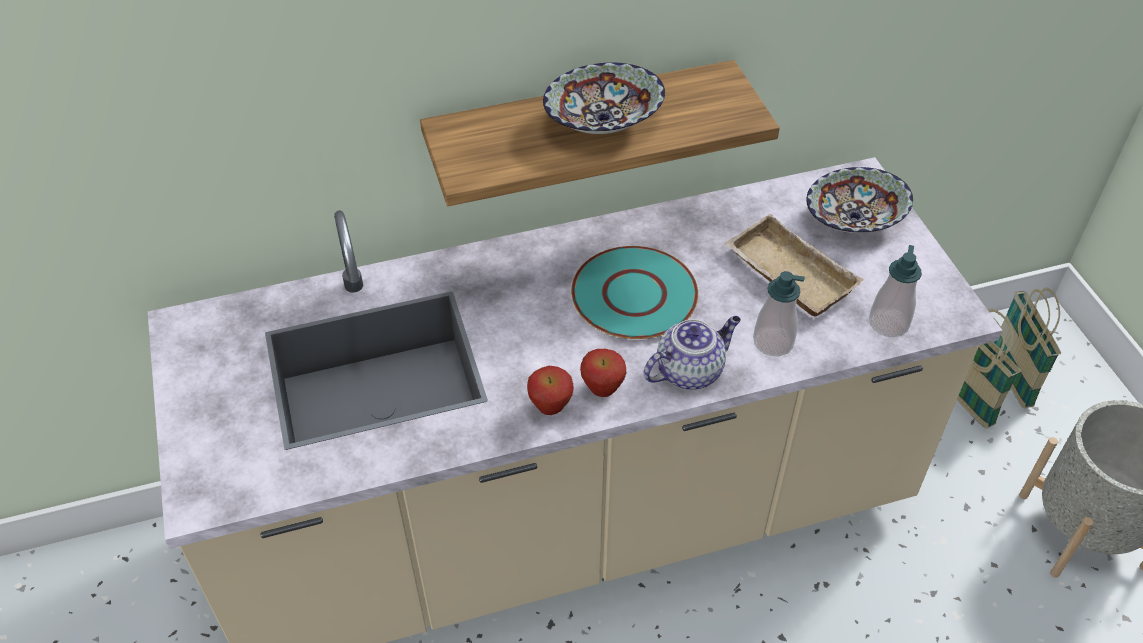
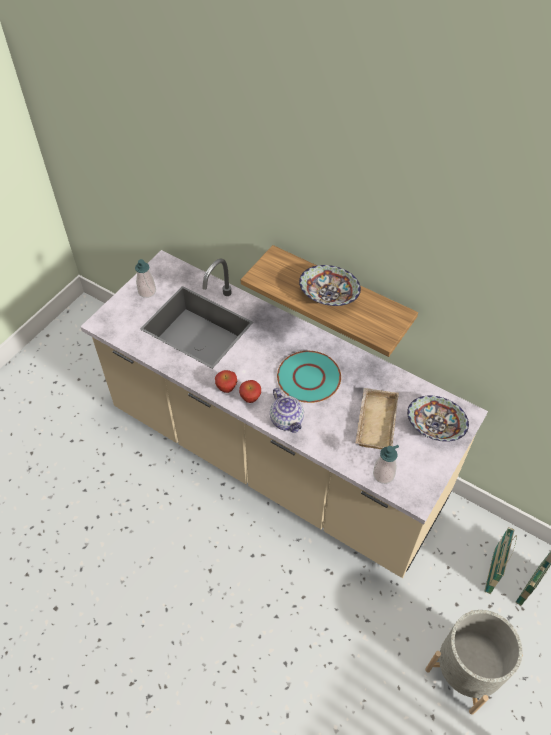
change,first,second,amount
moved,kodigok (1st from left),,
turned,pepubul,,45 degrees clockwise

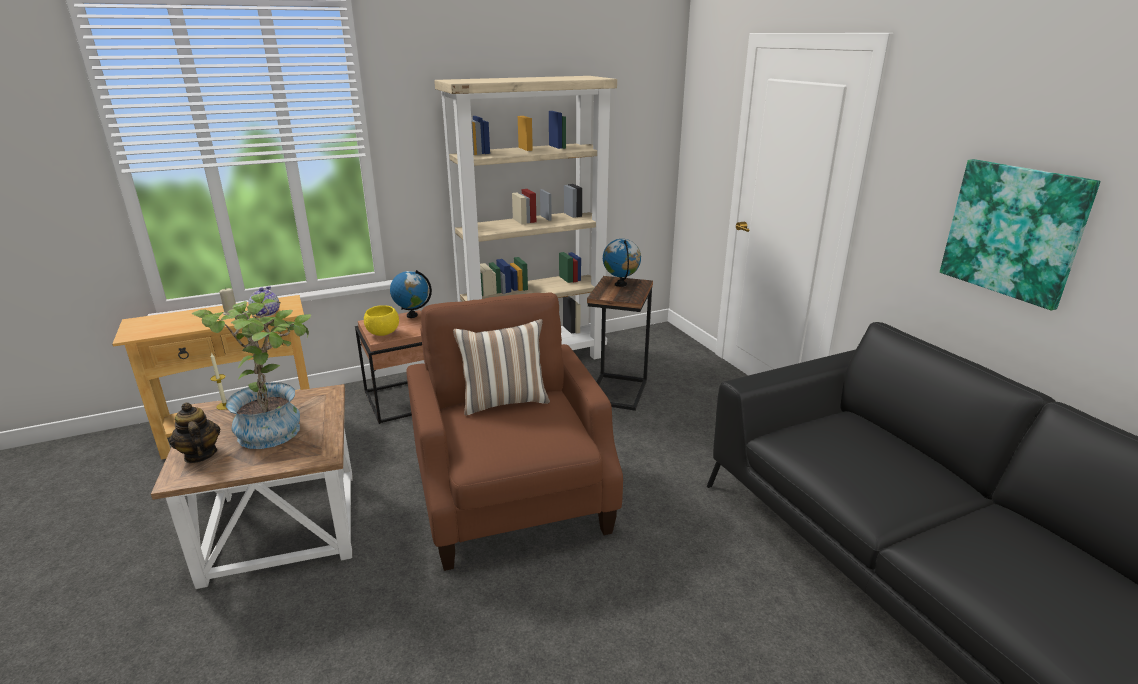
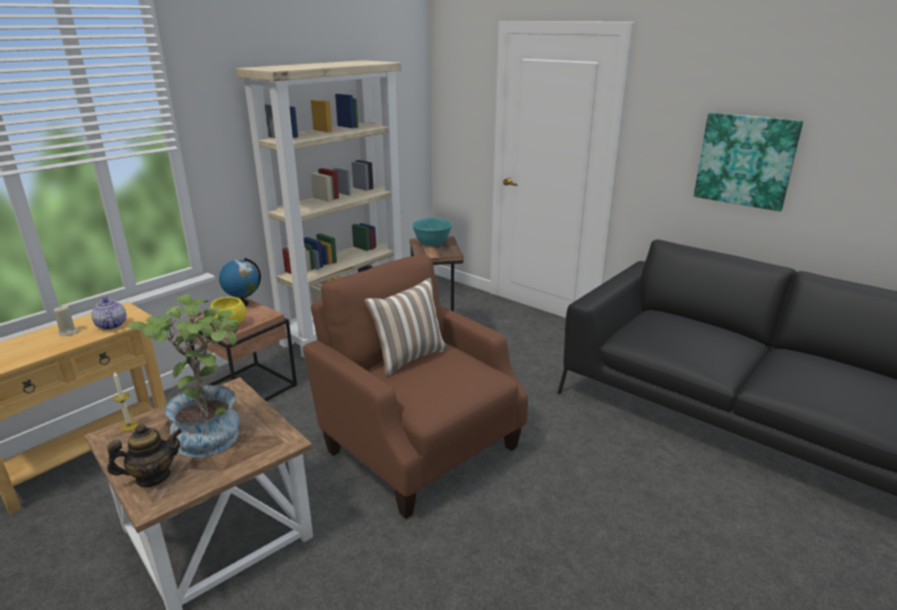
change,first,second,amount
replaced,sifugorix (2nd from left),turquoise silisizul,
turned,pepubul (1st from left in the first image),pepubul (2nd from left),120 degrees clockwise

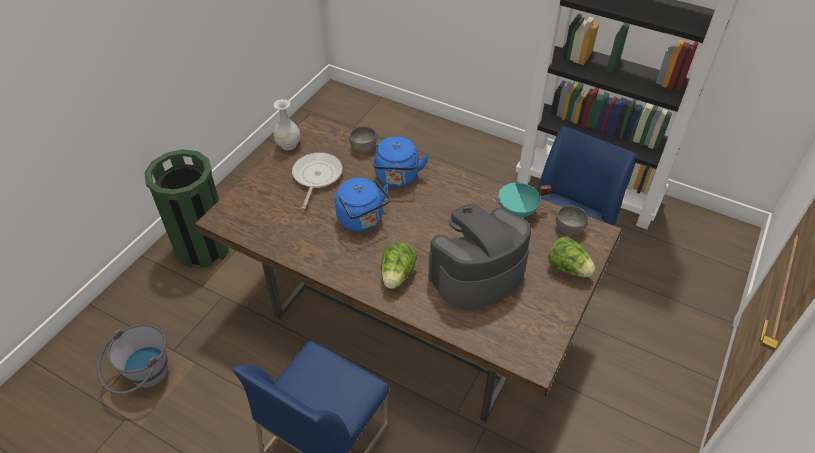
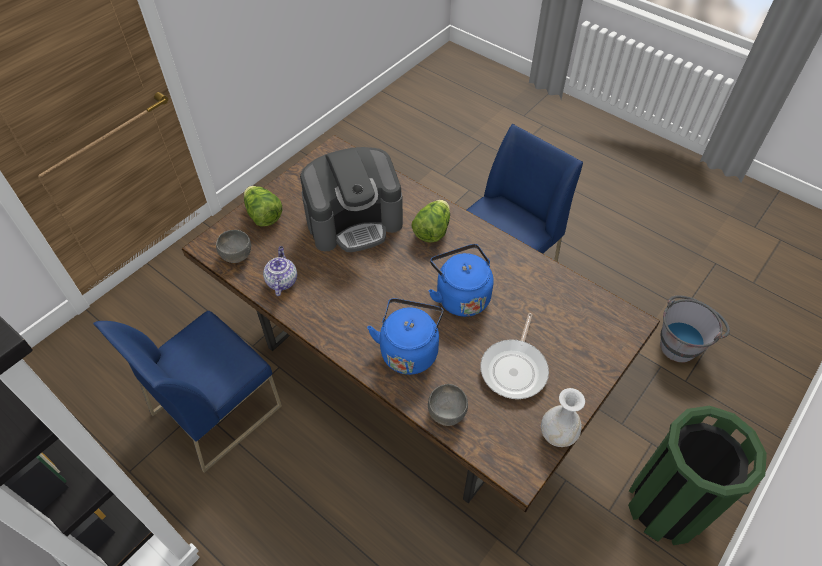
change,first,second,amount
replaced,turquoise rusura,pepubul,

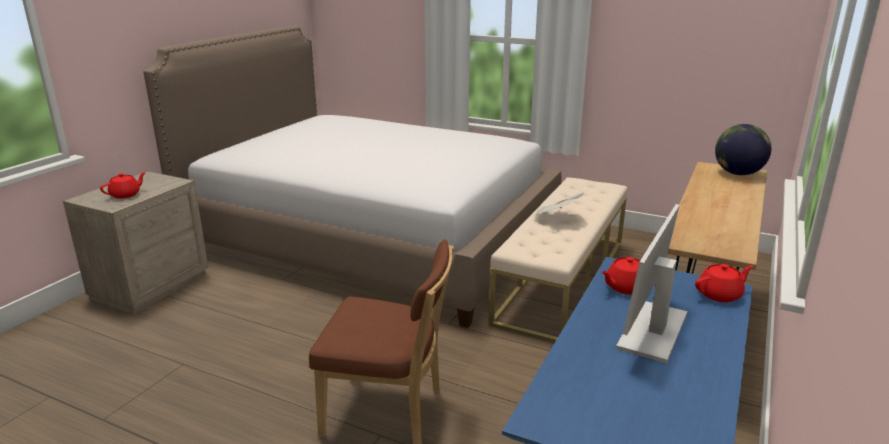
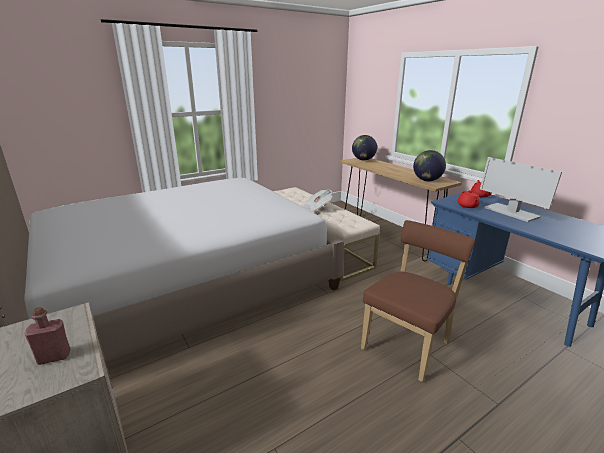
change,first,second,amount
replaced,red pepubul (1st from left),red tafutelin,
added,,sifugorix (2nd from left),

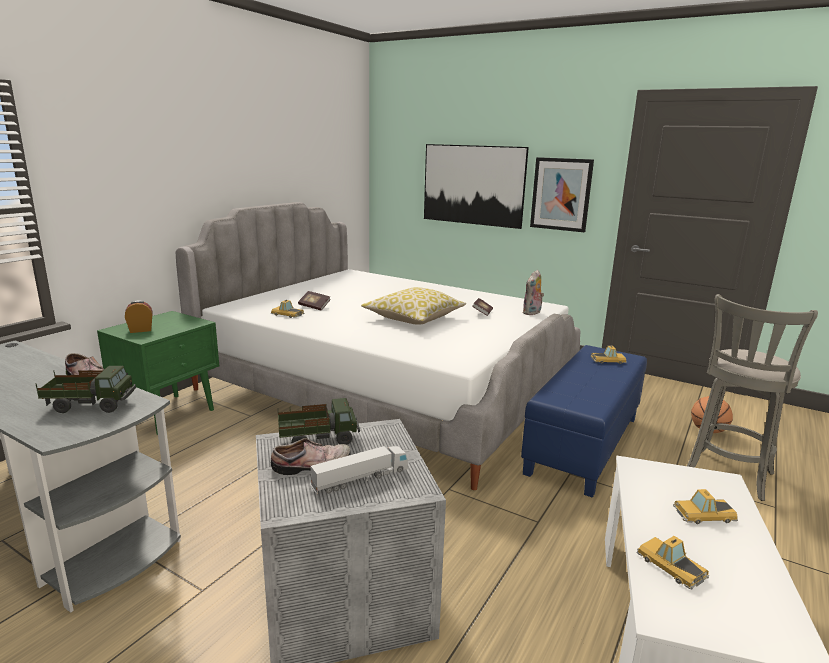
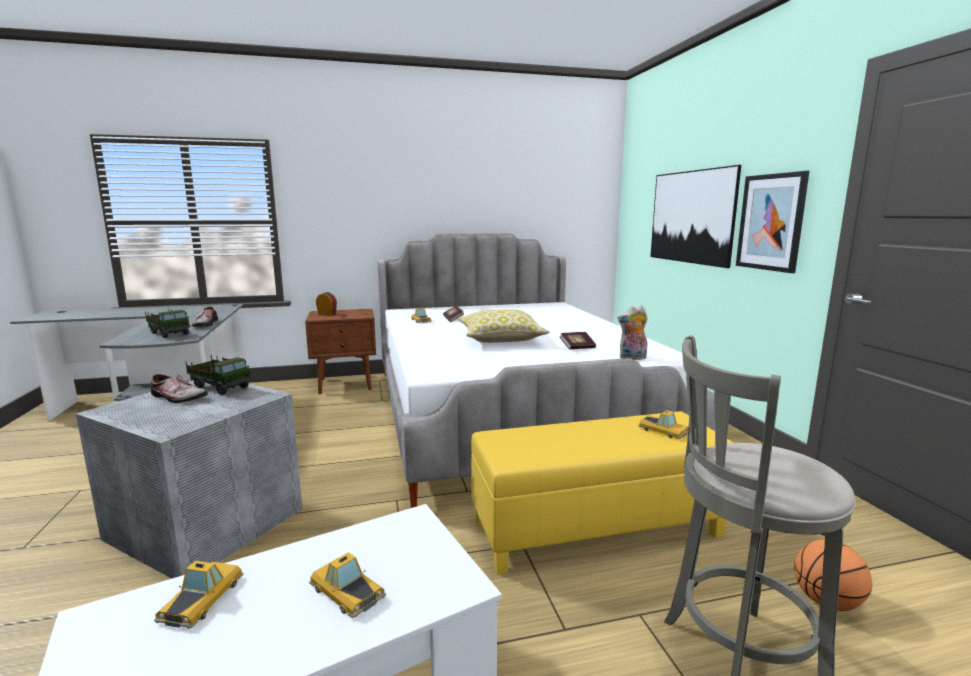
change,first,second,amount
recoloured,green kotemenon,brown kotemenon,
recoloured,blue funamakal,yellow funamakal,
removed,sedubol (3rd from left),,

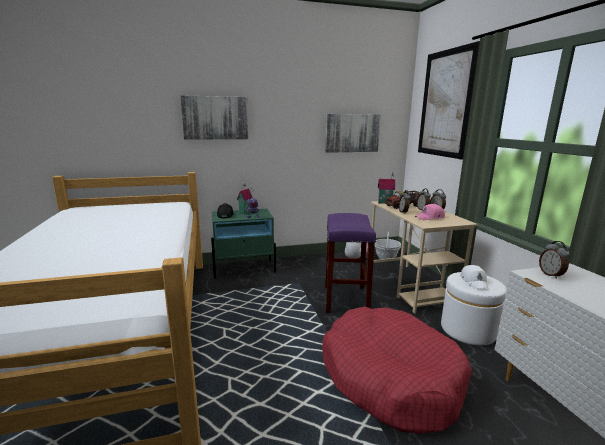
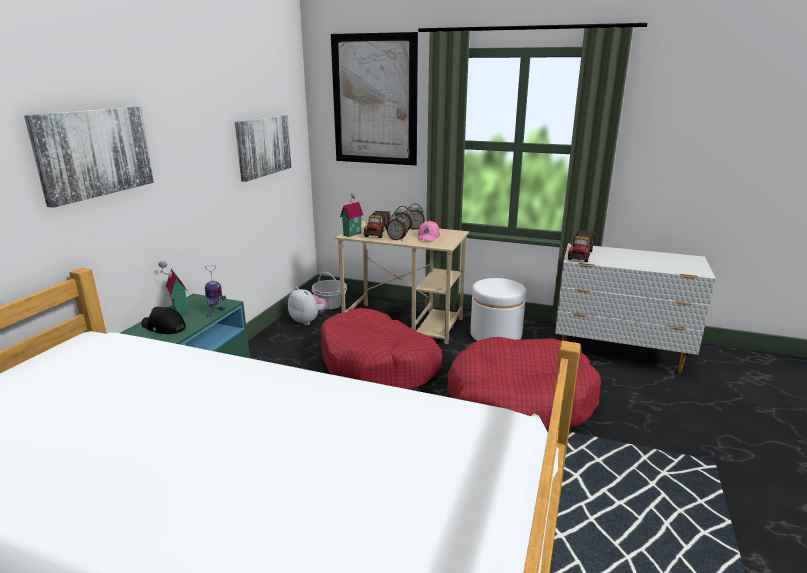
change,first,second,amount
replaced,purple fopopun,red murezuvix (1st from left),
replaced,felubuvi (4th from left),sedubol (2nd from left),
removed,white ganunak,,

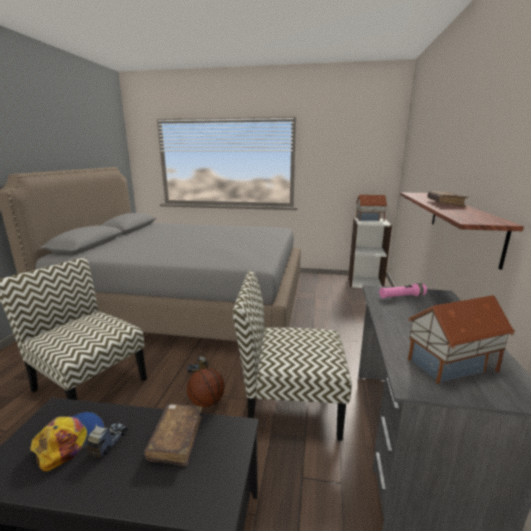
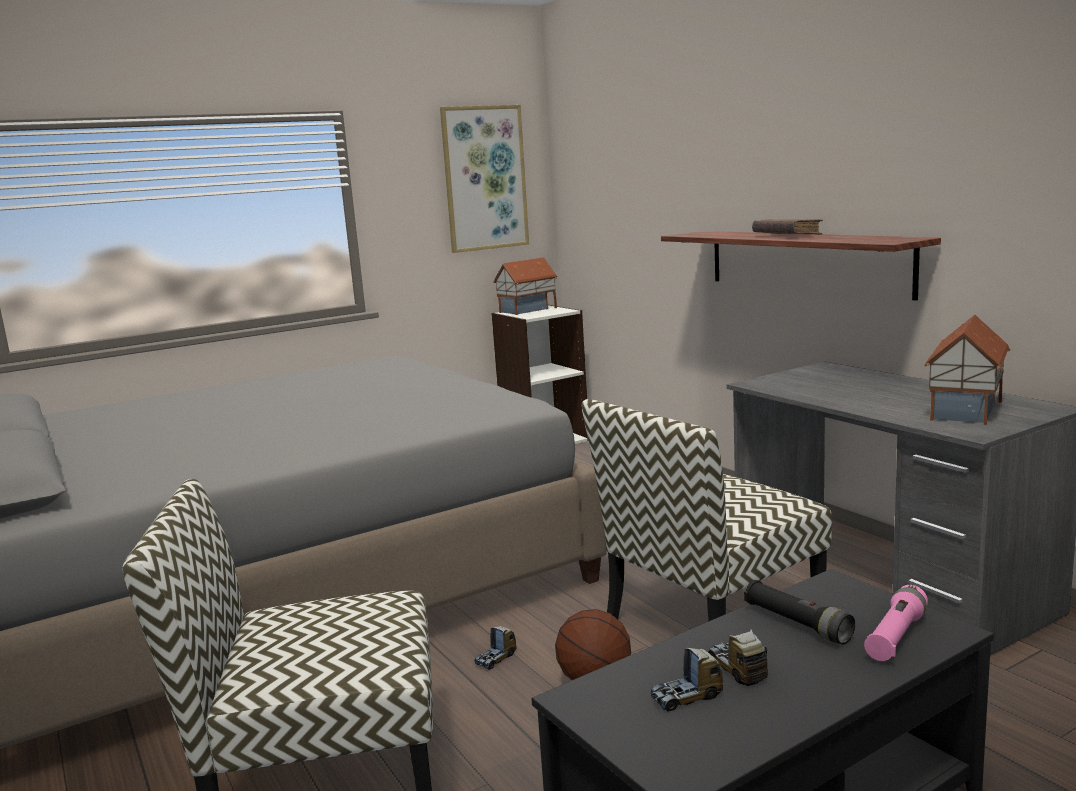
change,first,second,amount
moved,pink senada,,
replaced,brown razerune (1st from left),black senada,
replaced,ganunak,sedubol (2nd from left),
added,,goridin,

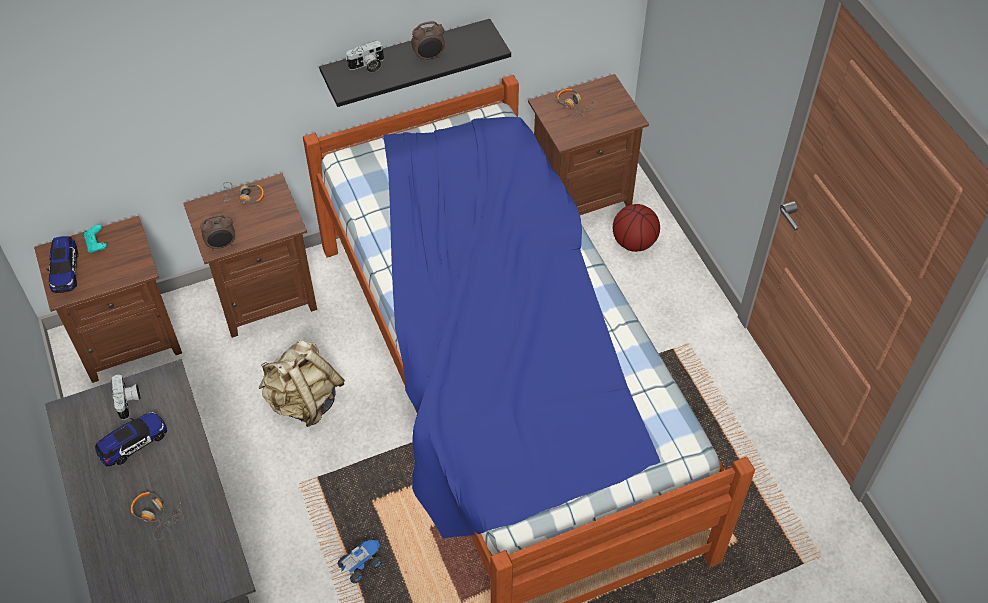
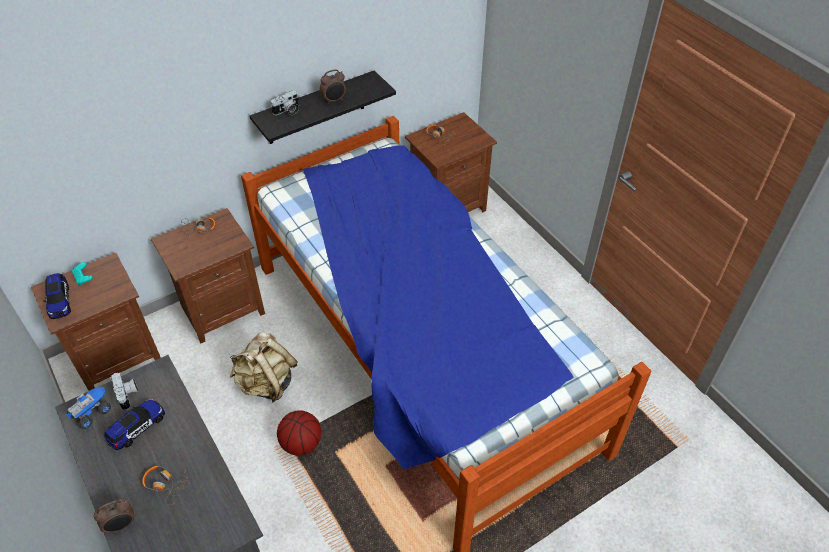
change,first,second,amount
moved,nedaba,,
moved,felubuvi (1st from left),,
moved,sedubol,,

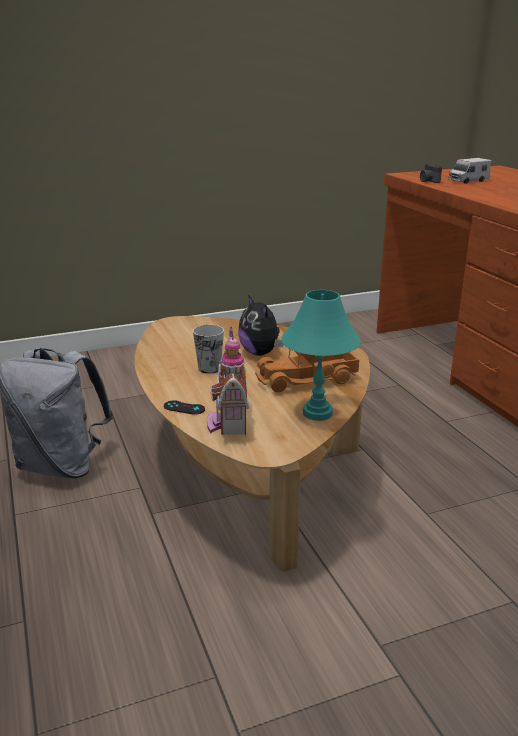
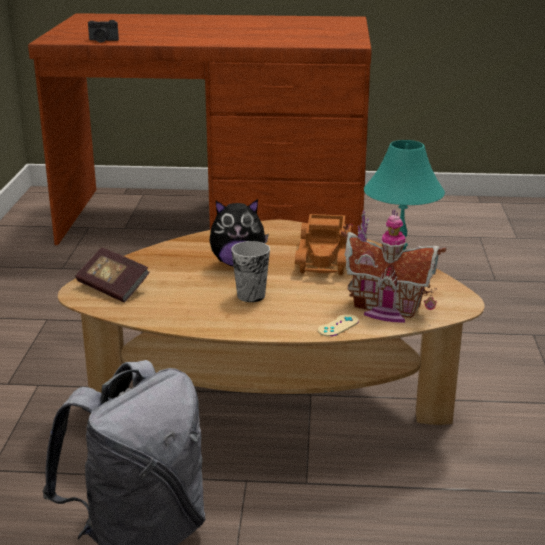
change,first,second,amount
removed,sedubol (2nd from left),,
recoloured,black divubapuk,beige divubapuk,
added,,razerune,

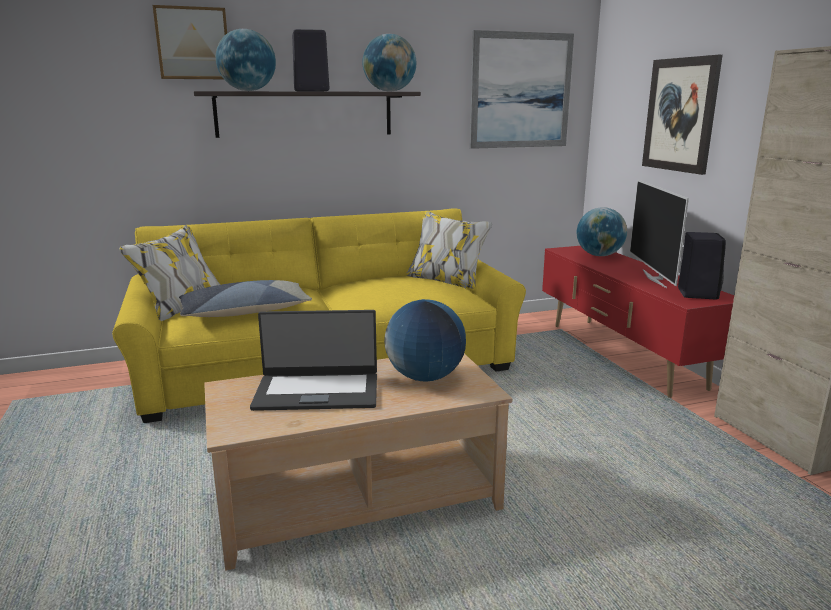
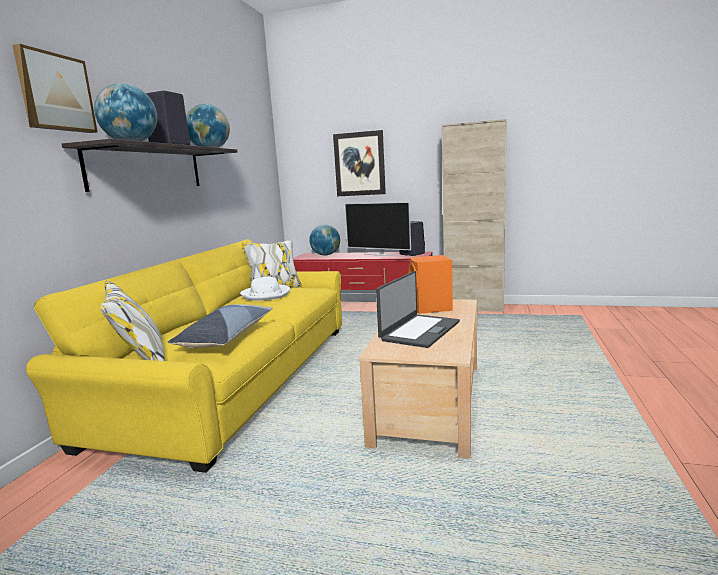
change,first,second,amount
removed,goridin (2nd from left),,
replaced,sifugorix (3rd from left),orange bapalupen,
added,,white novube,

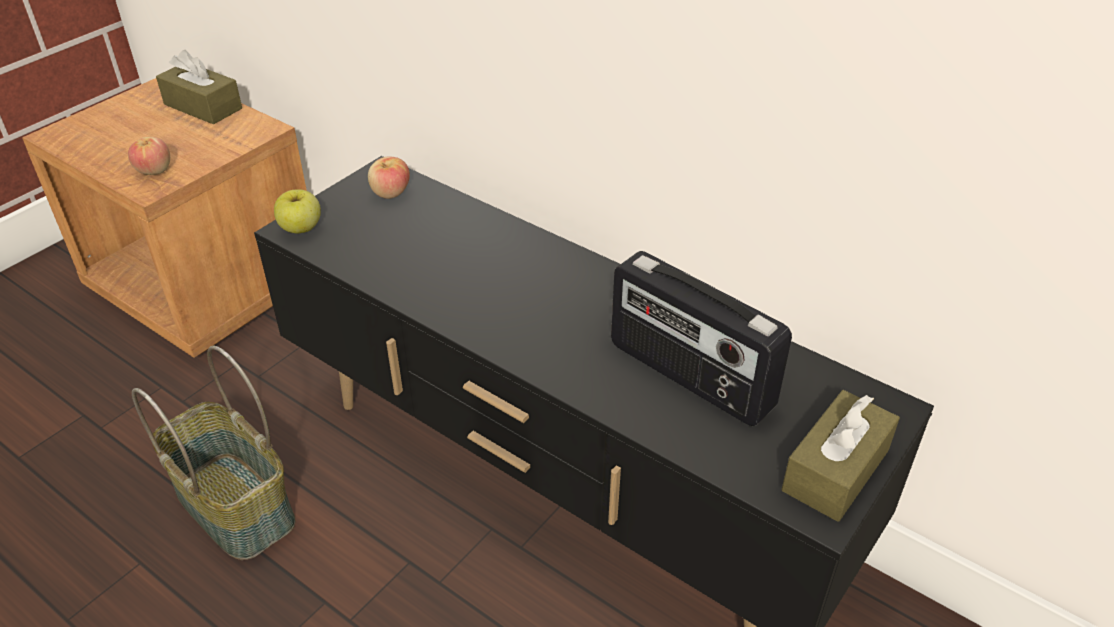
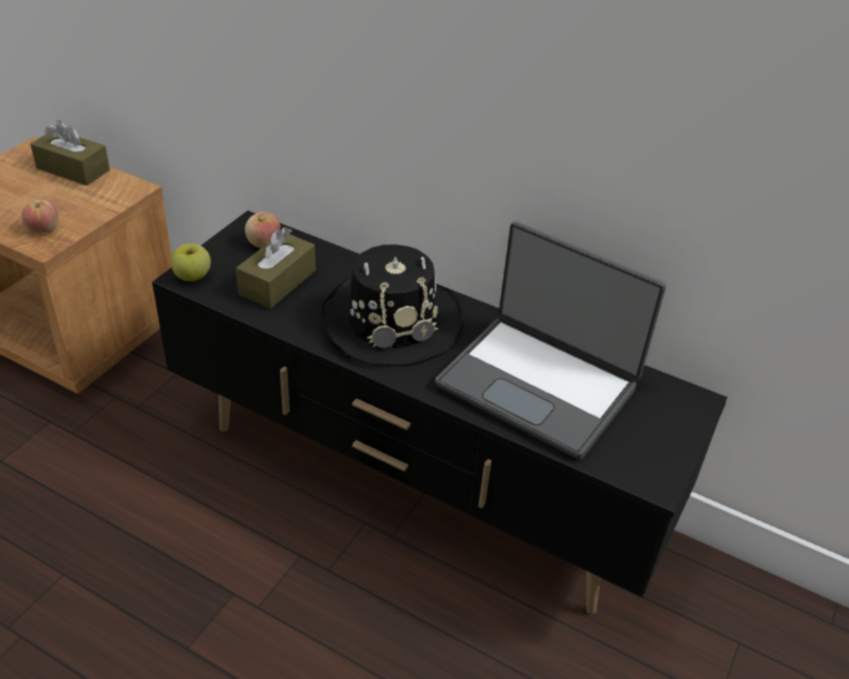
change,first,second,amount
replaced,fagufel,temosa,
removed,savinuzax,,
moved,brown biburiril (2nd from left),,
added,,black novube,

